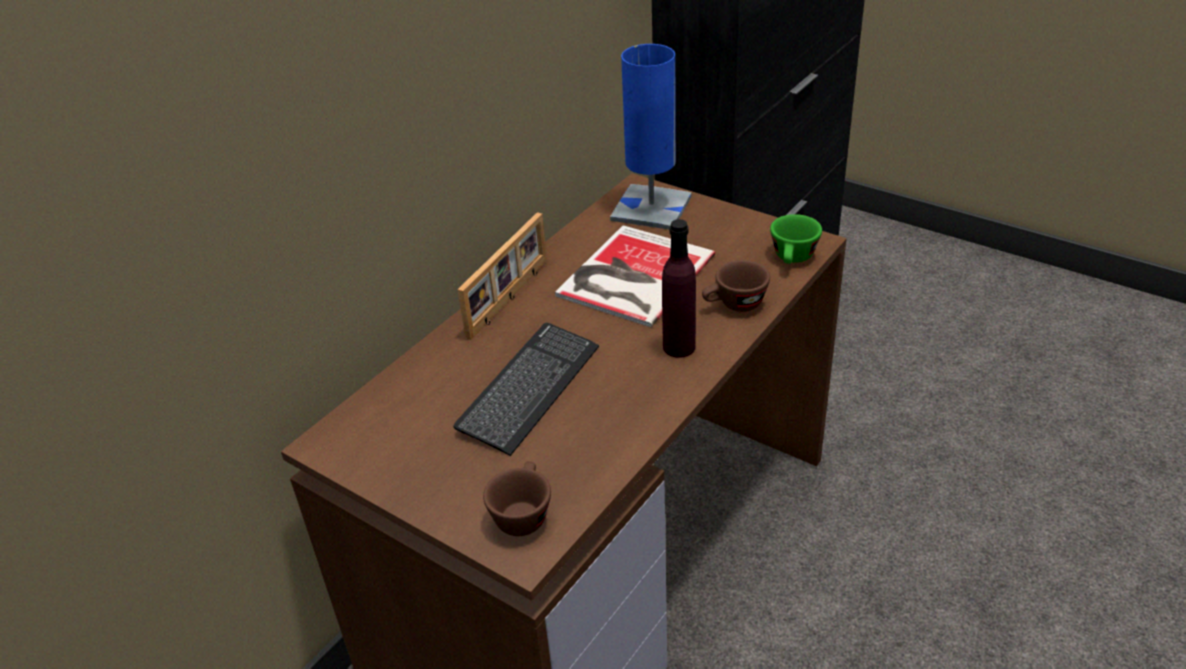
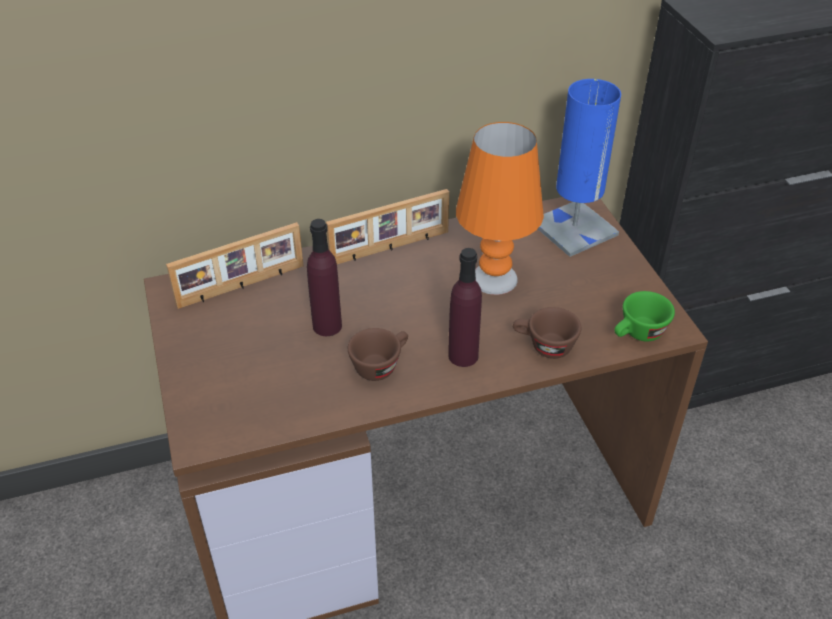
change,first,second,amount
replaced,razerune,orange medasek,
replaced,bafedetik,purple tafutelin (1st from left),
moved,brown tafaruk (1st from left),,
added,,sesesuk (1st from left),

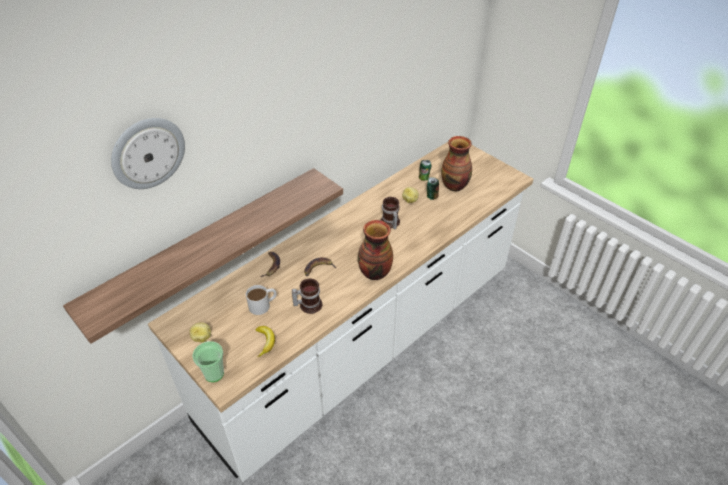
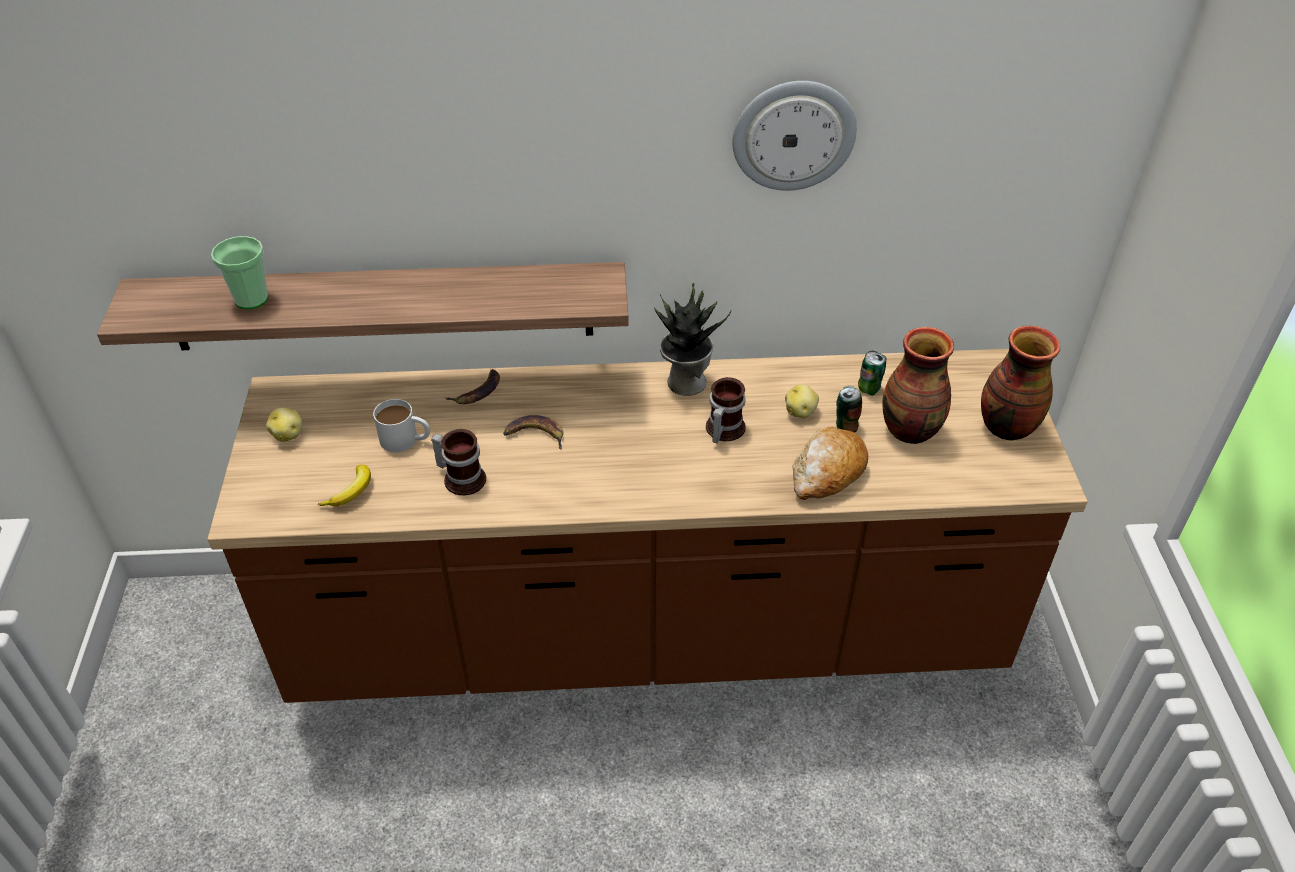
change,first,second,amount
moved,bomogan,,
recoloured,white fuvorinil,brown fuvorinil,
moved,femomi (1st from left in the first image),femomi (2nd from left),
moved,tafaruk,,
added,,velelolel,
added,,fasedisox,

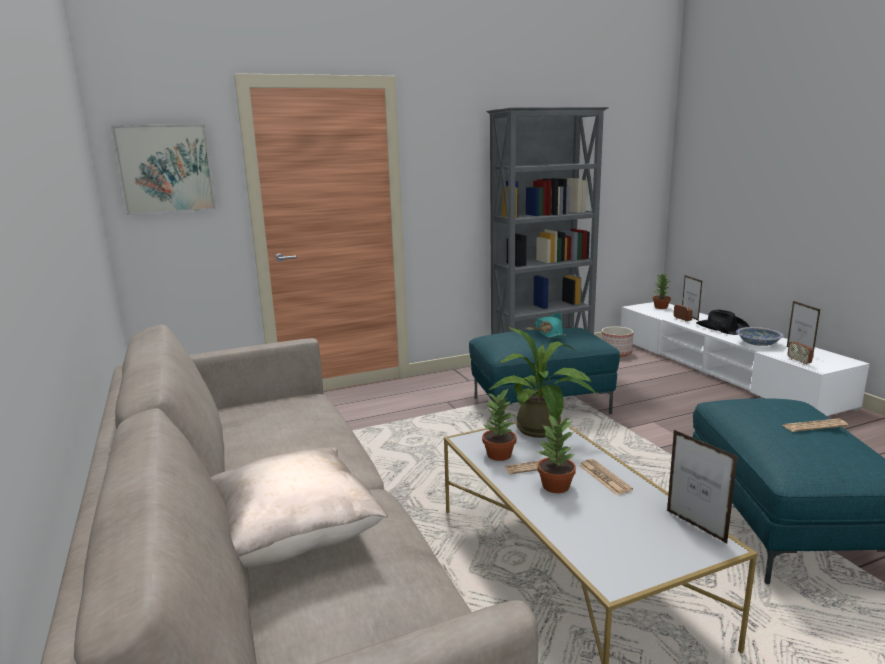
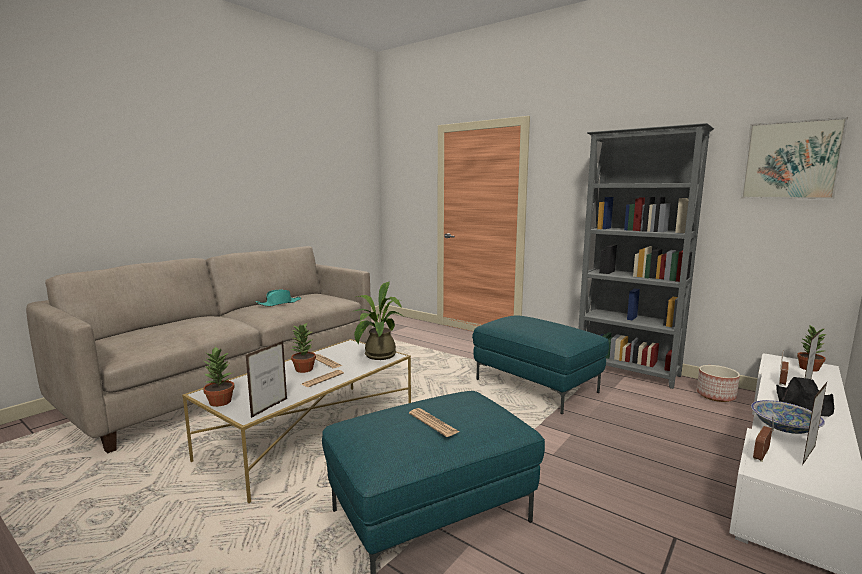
change,first,second,amount
moved,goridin,,
moved,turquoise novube,,
moved,velelolel (1st from left),,
removed,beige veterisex,,

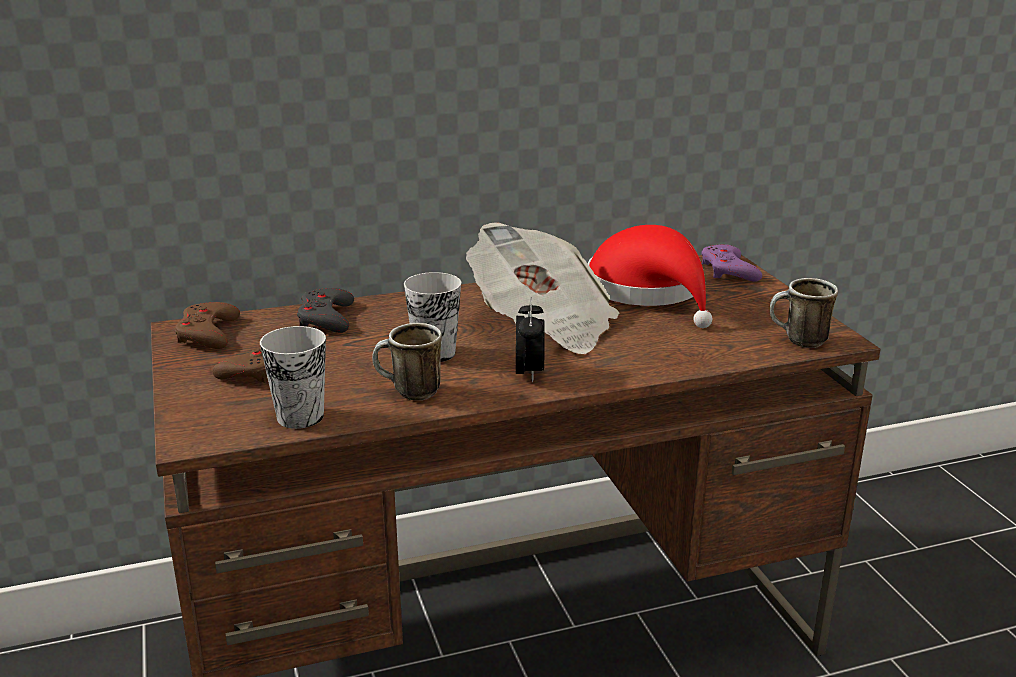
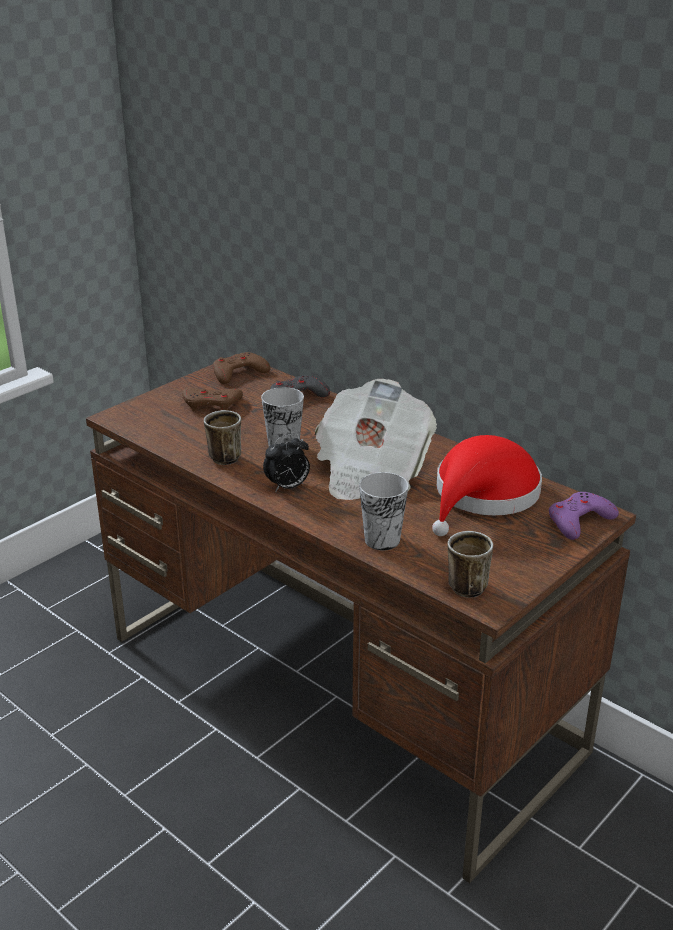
change,first,second,amount
moved,tafaruk (1st from left in the first image),tafaruk (2nd from left),

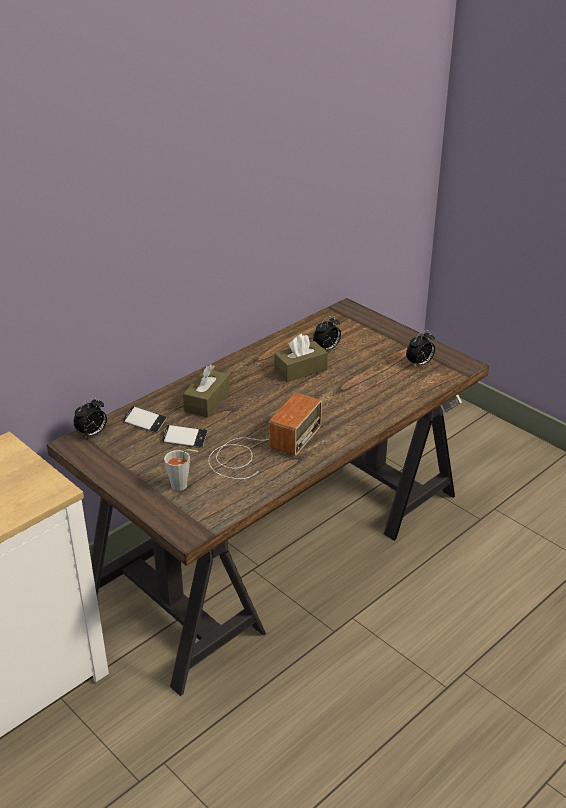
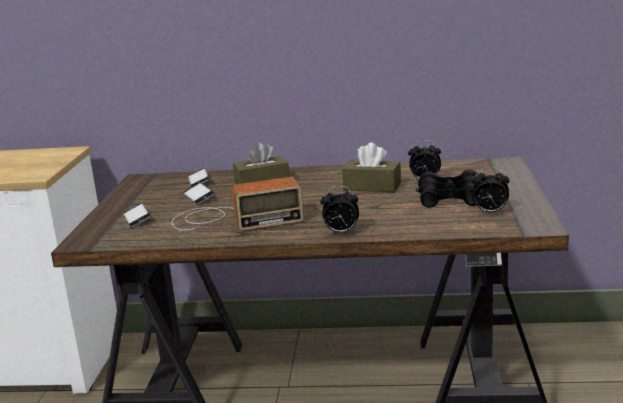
change,first,second,amount
moved,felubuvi (1st from left),,
replaced,grey tafaruk,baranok (1st from left),
added,,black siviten,

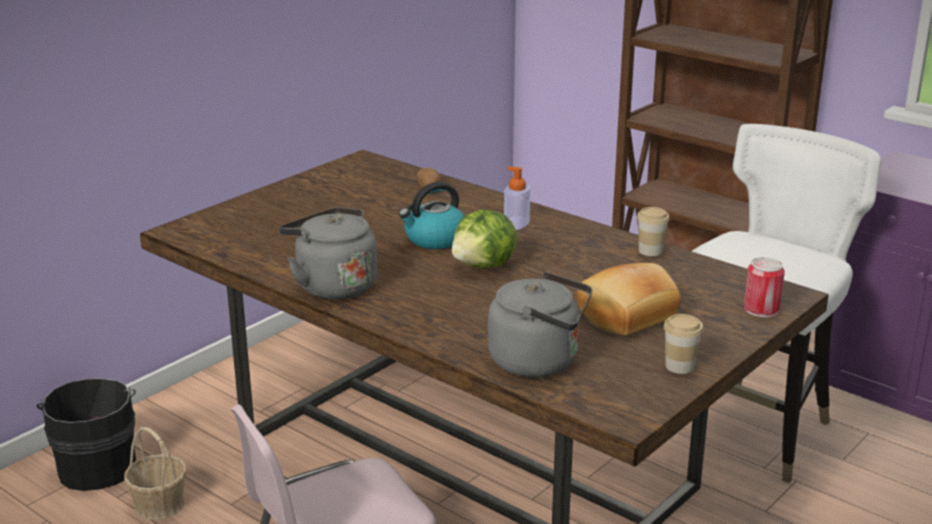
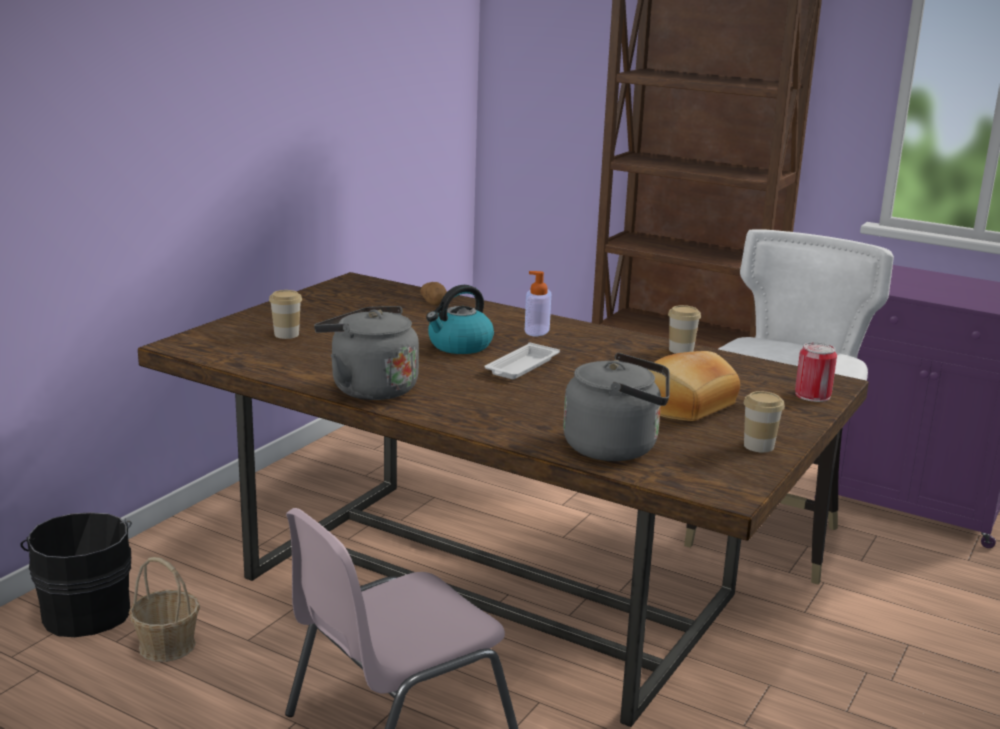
change,first,second,amount
replaced,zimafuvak,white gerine,
added,,tafaruk (1st from left),

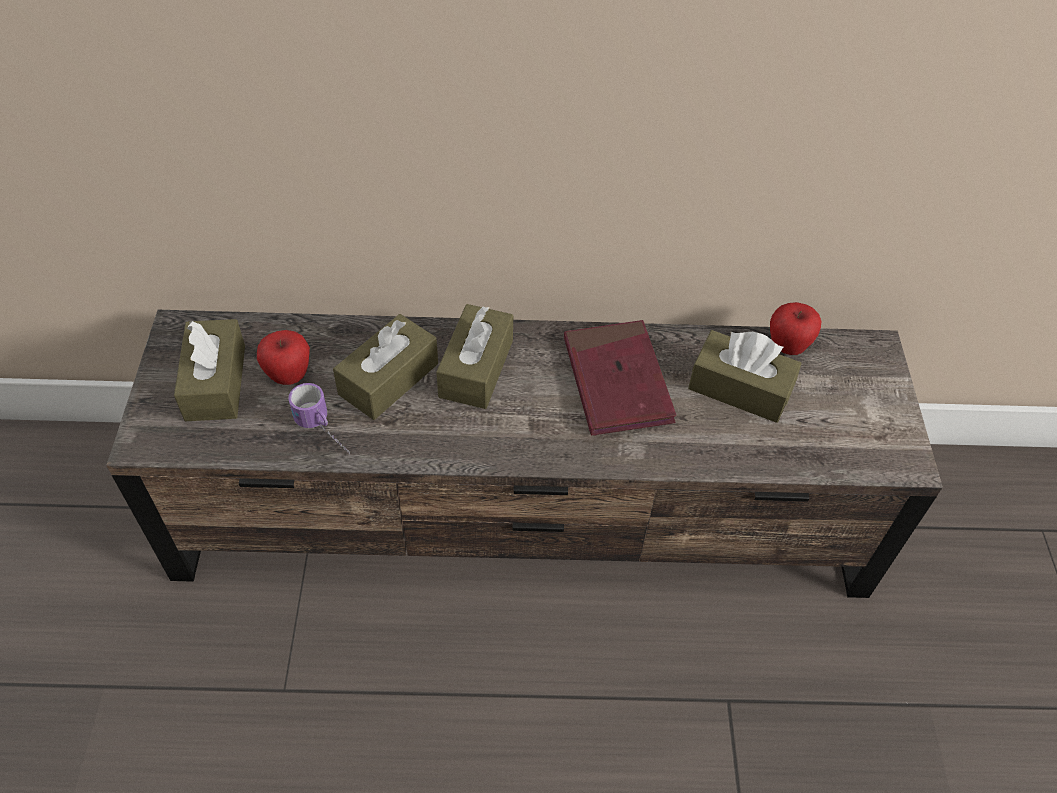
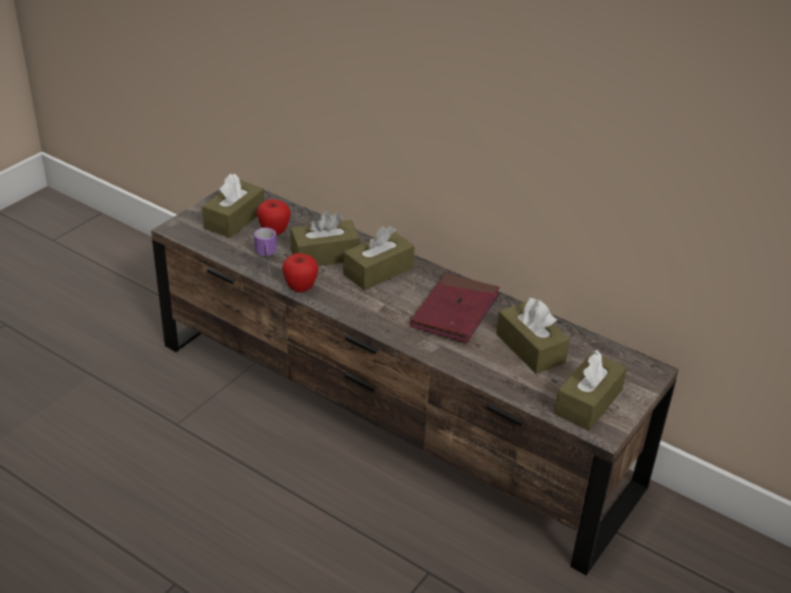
change,first,second,amount
moved,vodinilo (2nd from left),,
added,,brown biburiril (5th from left),

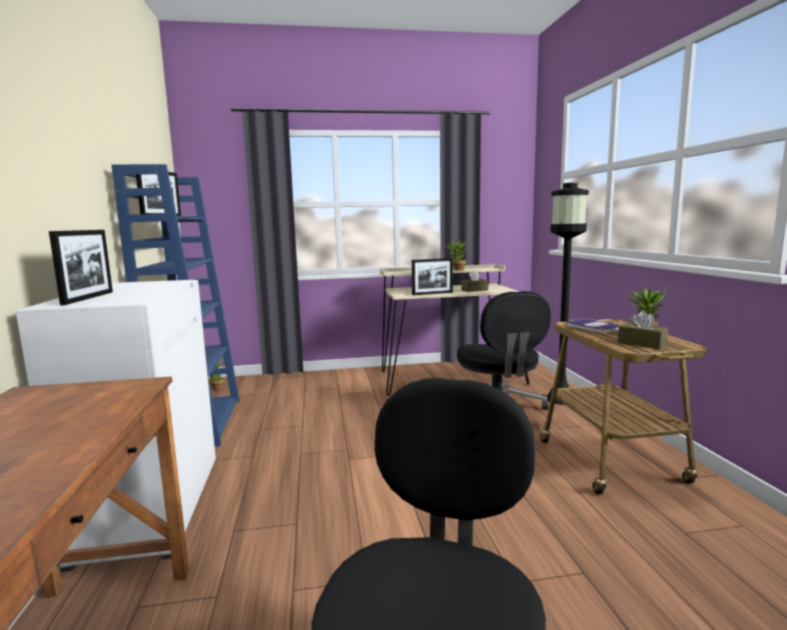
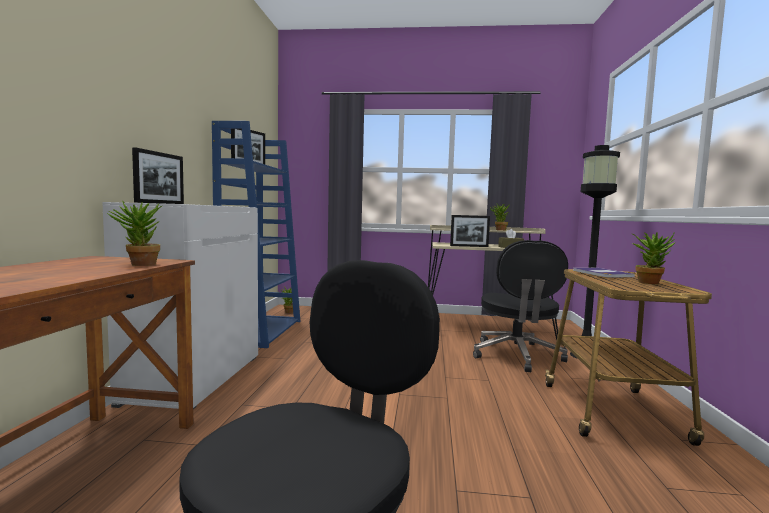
change,first,second,amount
removed,brown biburiril (2nd from left),,
added,,velelolel (1st from left),

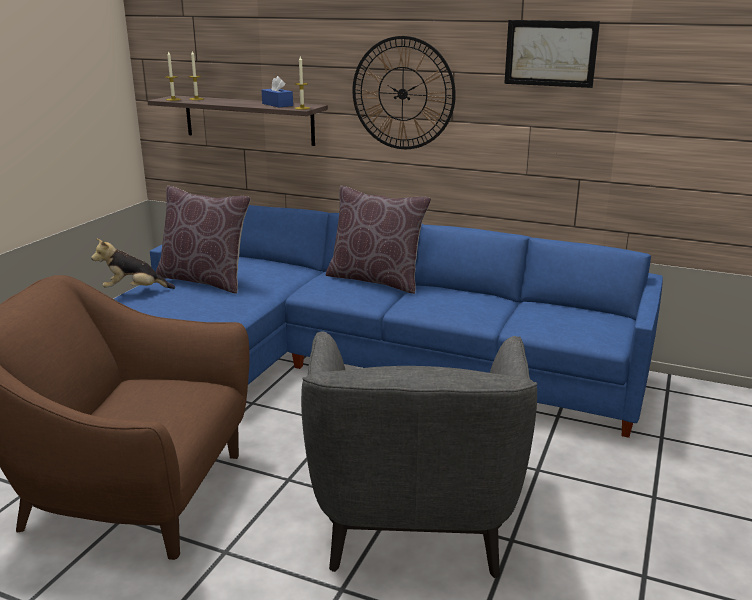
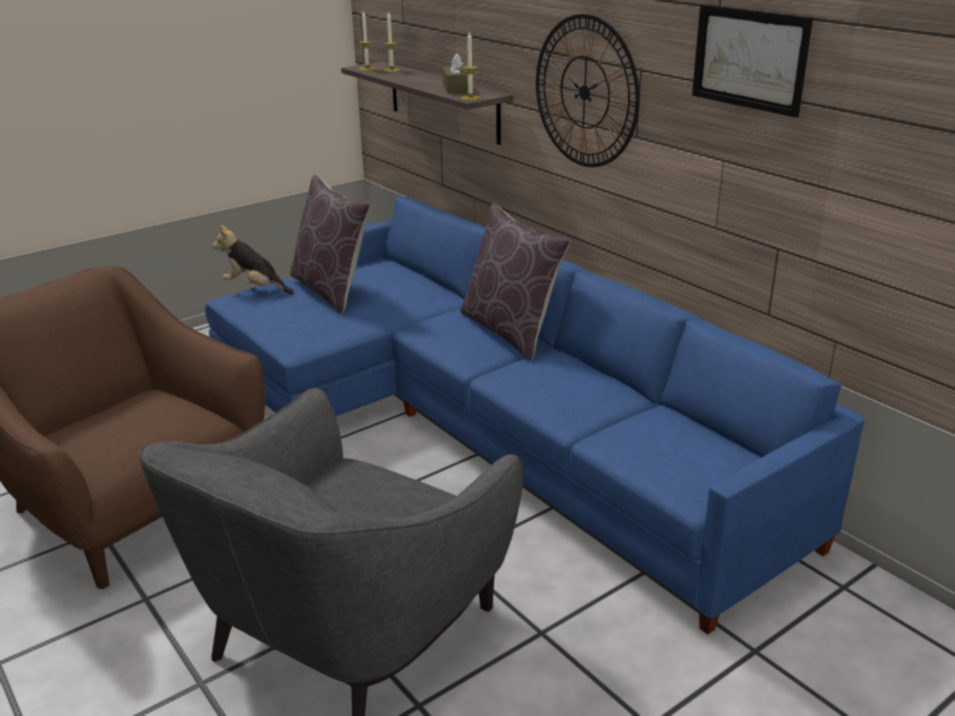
change,first,second,amount
recoloured,blue biburiril,brown biburiril,

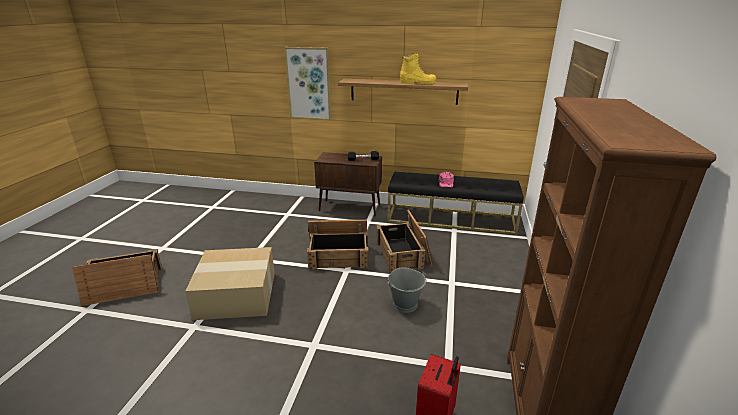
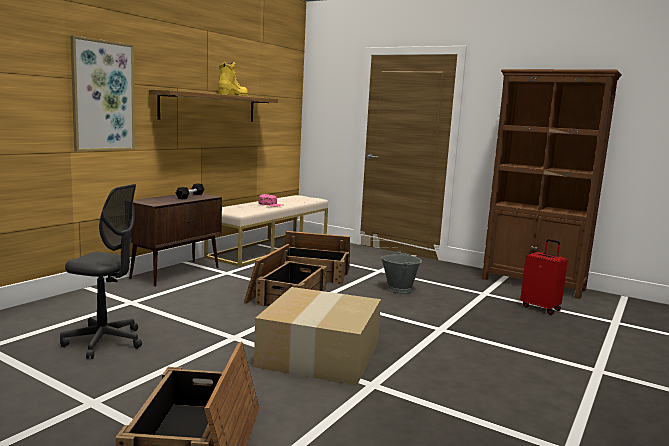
change,first,second,amount
recoloured,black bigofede,beige bigofede,
added,,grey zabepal,

